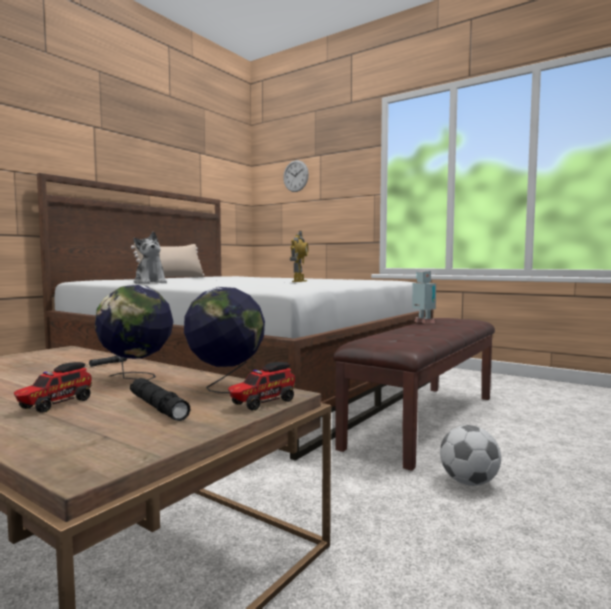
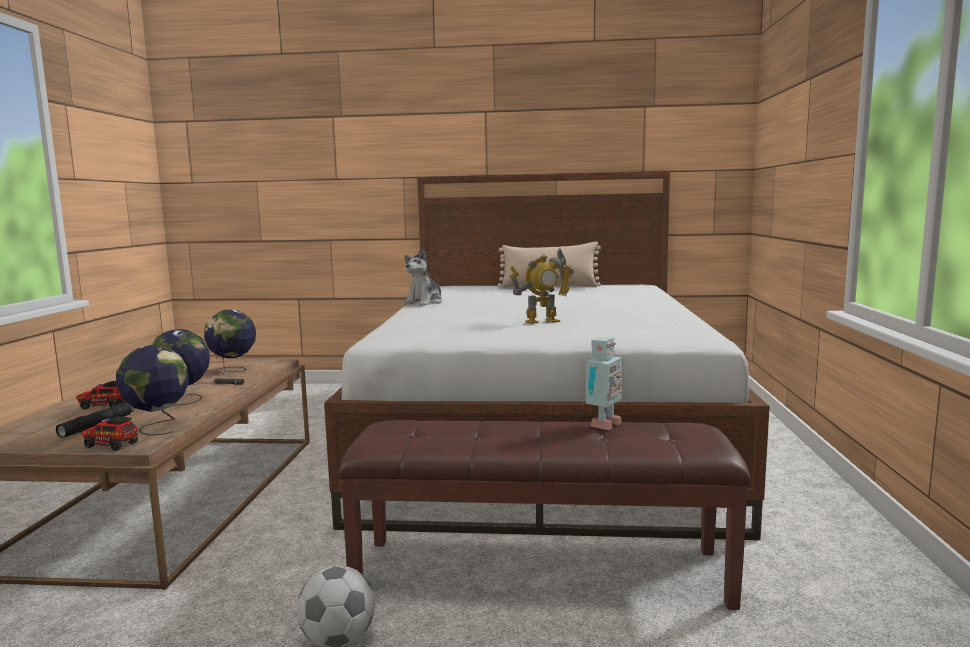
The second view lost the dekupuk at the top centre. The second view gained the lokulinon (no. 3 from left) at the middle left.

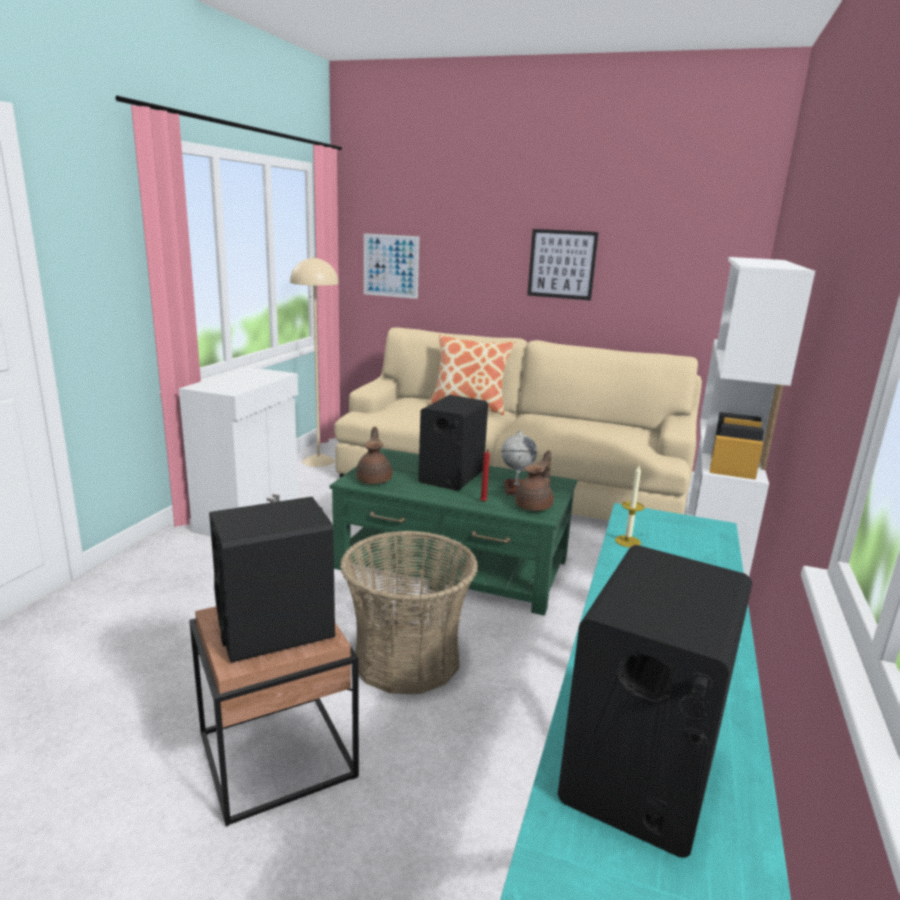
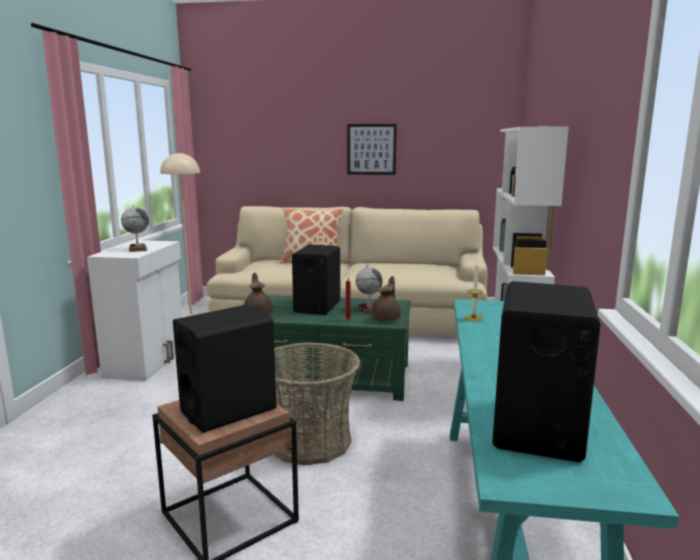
The second view lost the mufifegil (no. 1 from left) at the top centre. The second view gained the lokulinon (no. 1 from left) at the middle left.

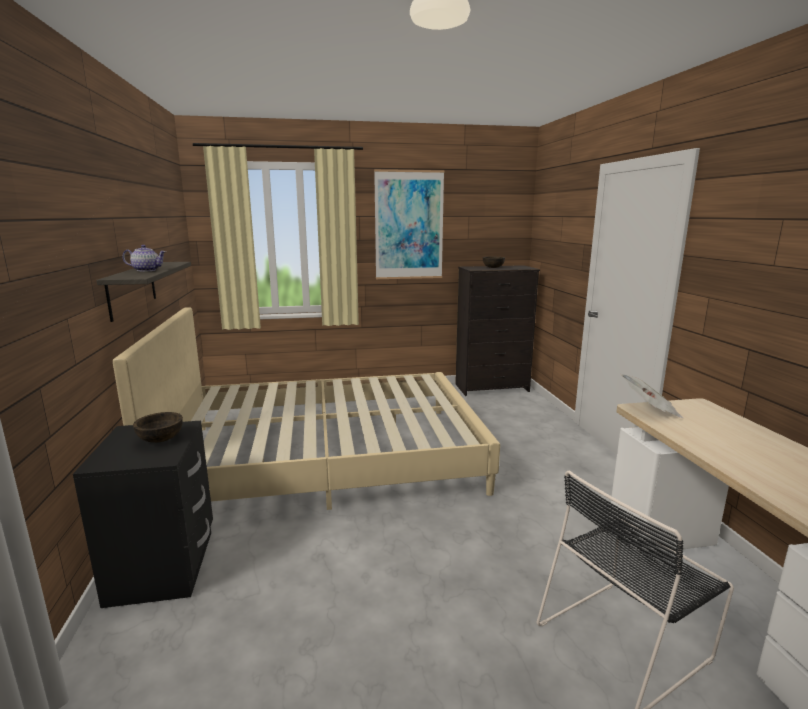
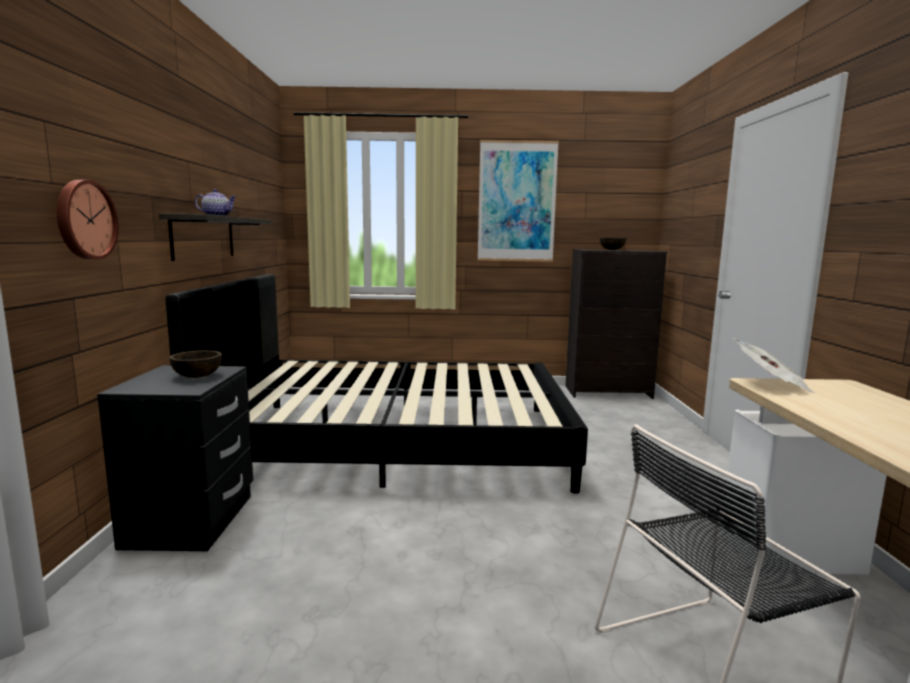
What was the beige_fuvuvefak at the centre turned into the black_fuvuvefak at the centre. The second view gained the dekupuk at the top left.

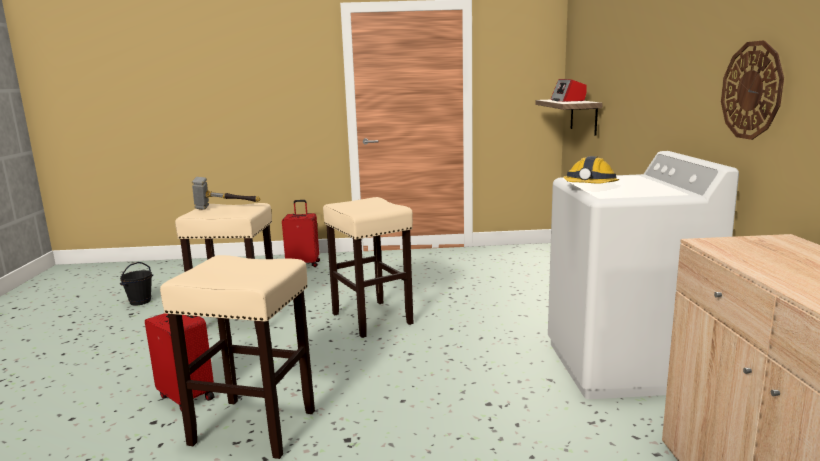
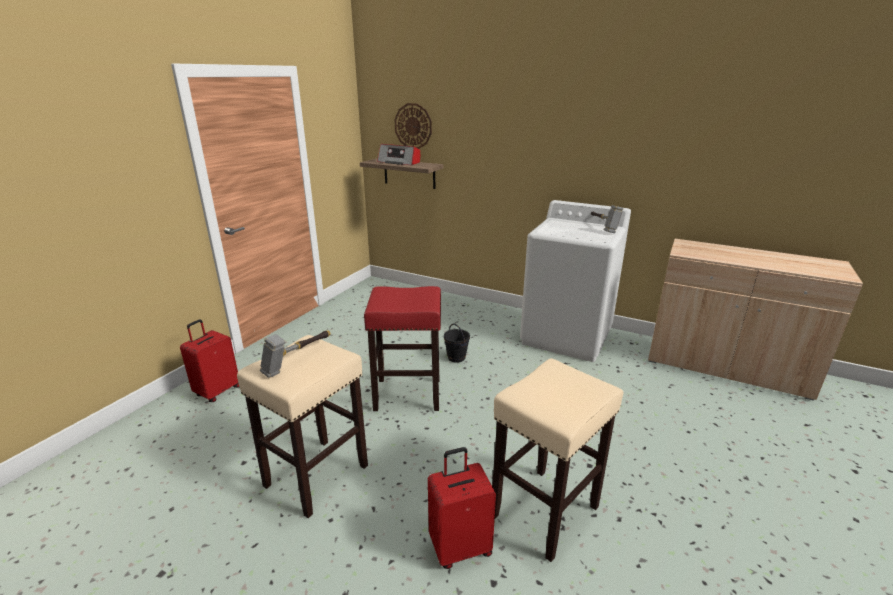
The dekupuk ended up elsewhere, having gone from the top right to the top centre. The second view lost the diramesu at the middle right. What was the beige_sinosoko (no. 3 from left) at the centre turned into the red_sinosoko at the centre. The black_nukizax ended up elsewhere, having gone from the middle left to the centre. The second view gained the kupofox (no. 2 from left) at the middle right.

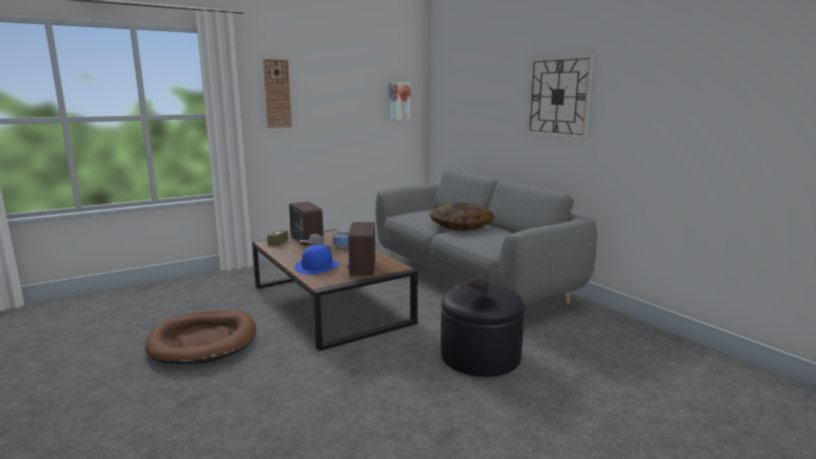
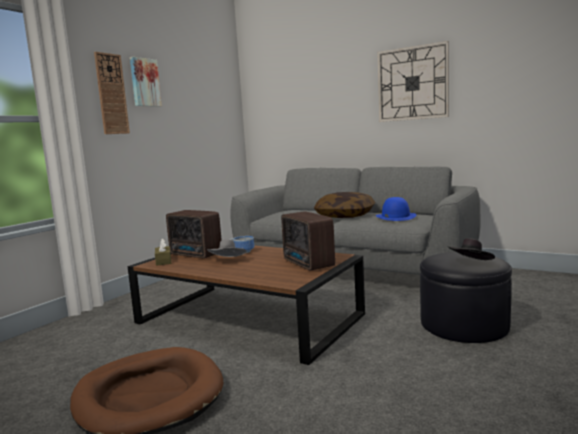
The mufifegil ended up elsewhere, having gone from the top centre to the top left. The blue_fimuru ended up elsewhere, having gone from the centre to the middle right.

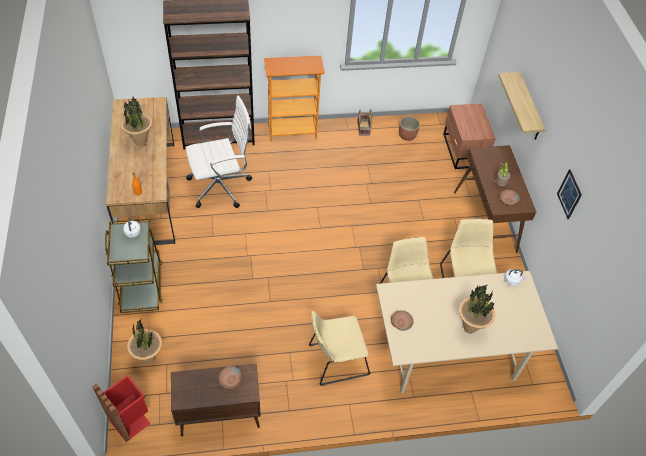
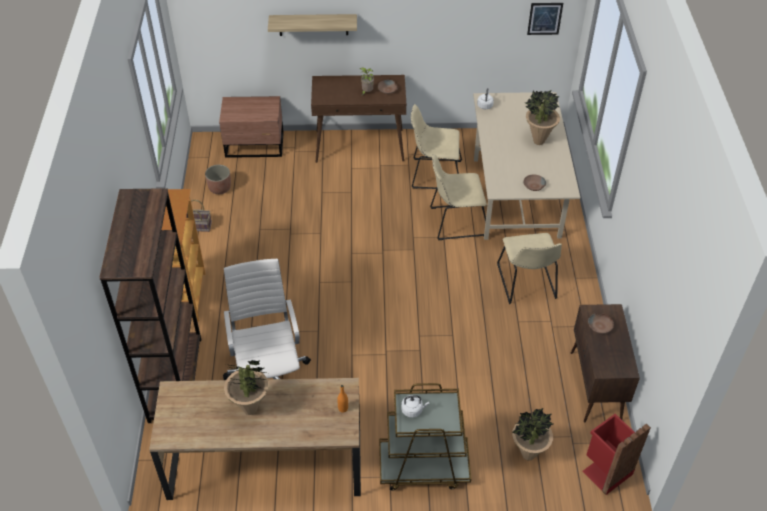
The mufifegil ended up elsewhere, having gone from the middle right to the top right.

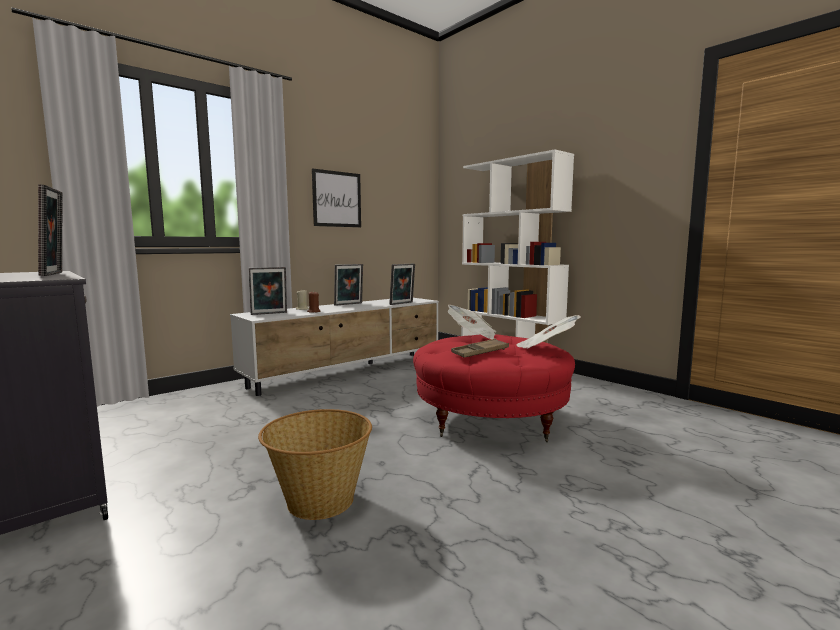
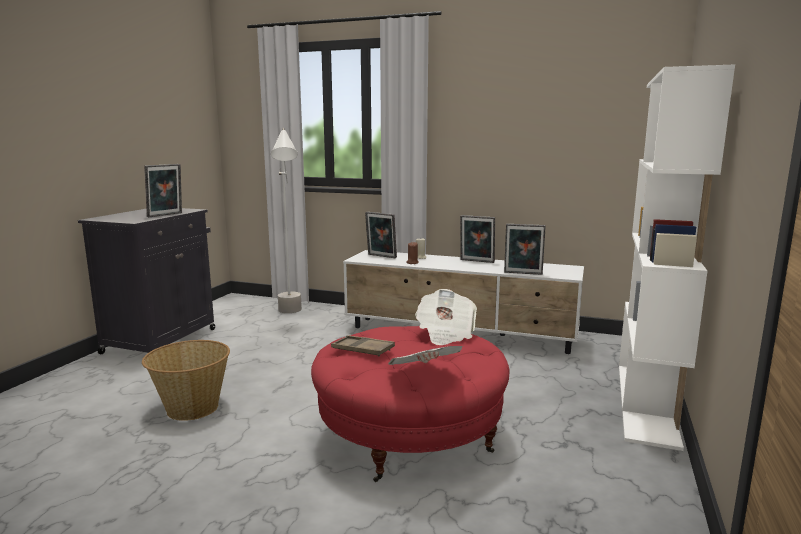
The second view lost the mufifegil at the top centre. The second view gained the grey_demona at the centre.

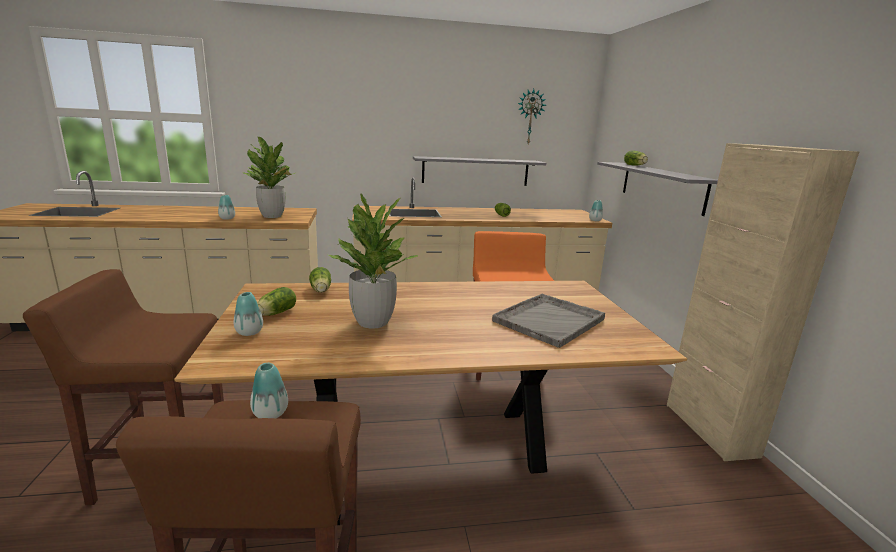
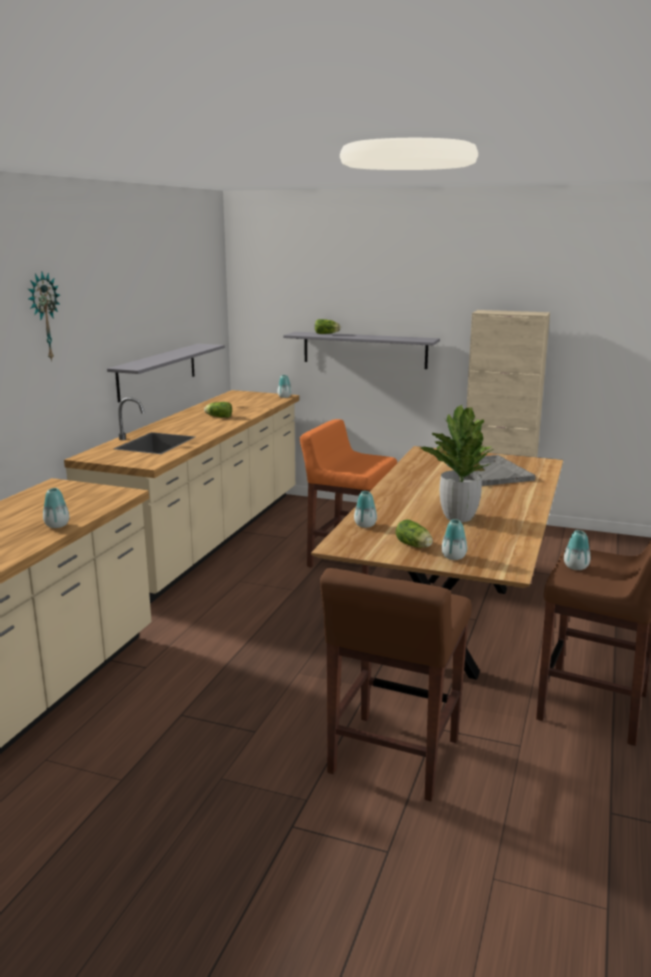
The dekupuk ended up elsewhere, having gone from the top centre to the top left. The second view lost the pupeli (no. 1 from left) at the top left. Where the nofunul (no. 2 from left) stood at the centre, the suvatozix (no. 3 from left) came to stand at the centre.

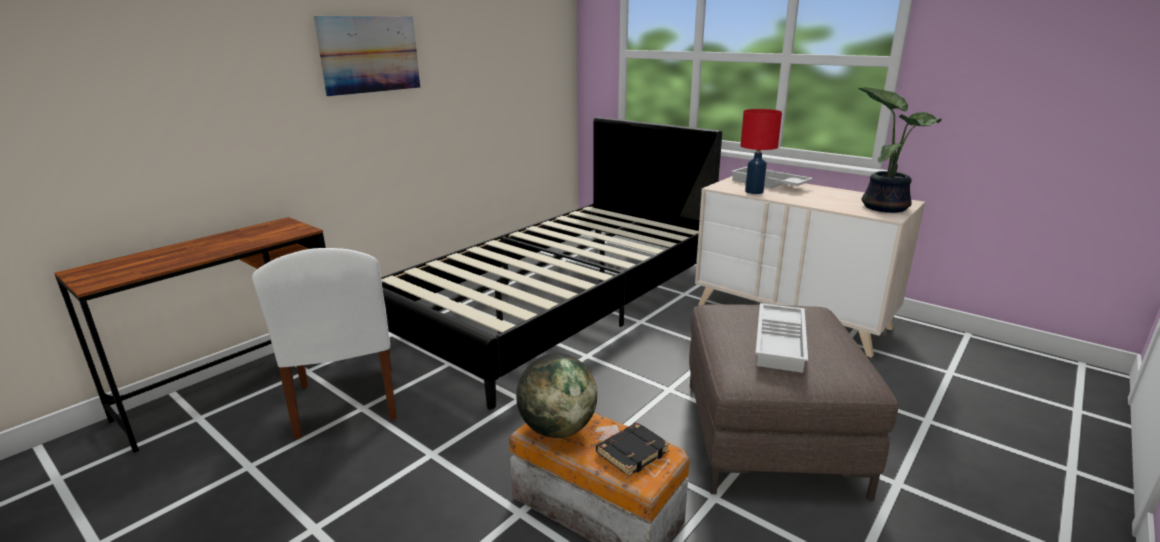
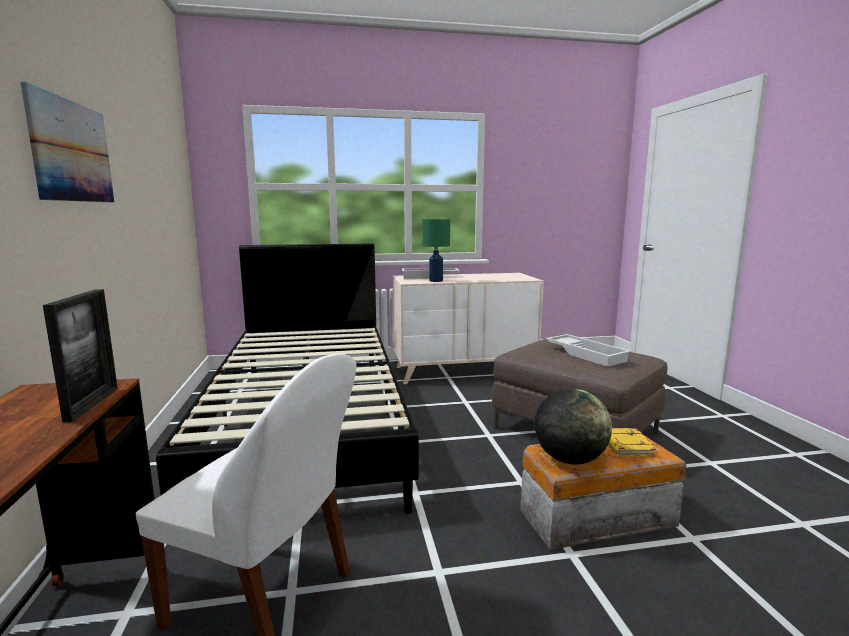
The second view lost the pupeli at the top right. What was the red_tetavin at the top centre turned into the green_tetavin at the centre. What was the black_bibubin at the bottom centre turned into the yellow_bibubin at the bottom right. The second view gained the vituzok at the middle left.

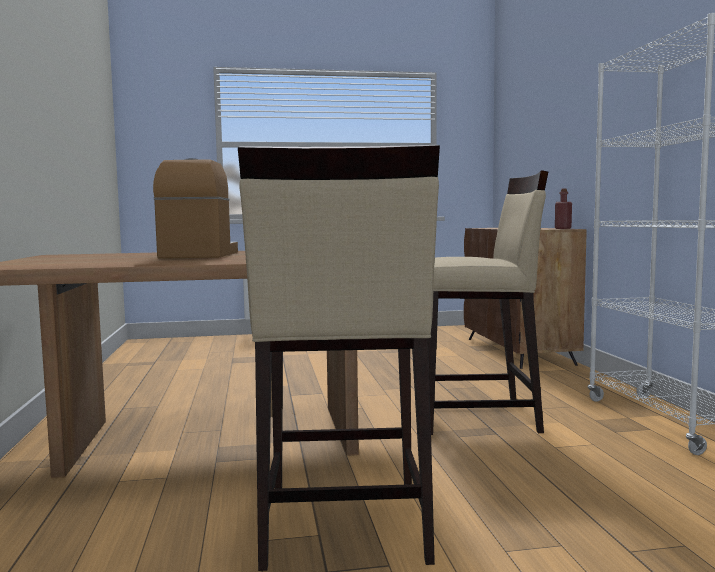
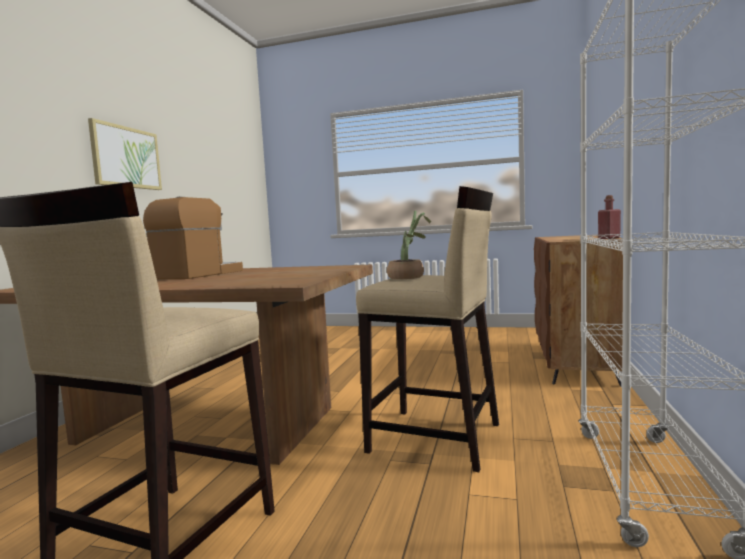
The second view gained the mufifegil at the top left. The second view gained the pupeli at the centre.

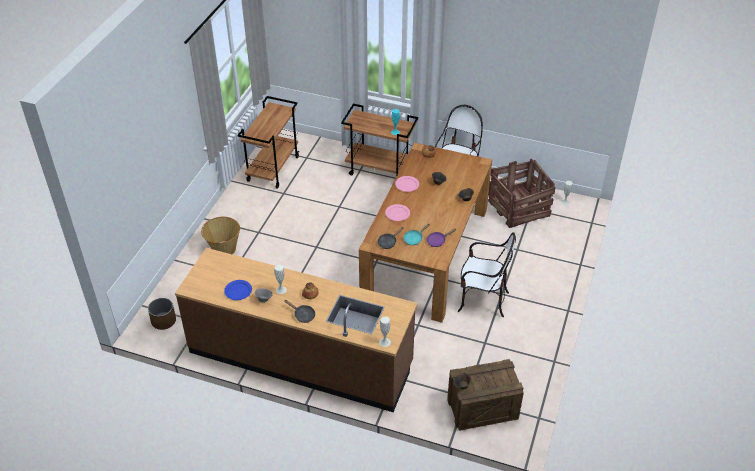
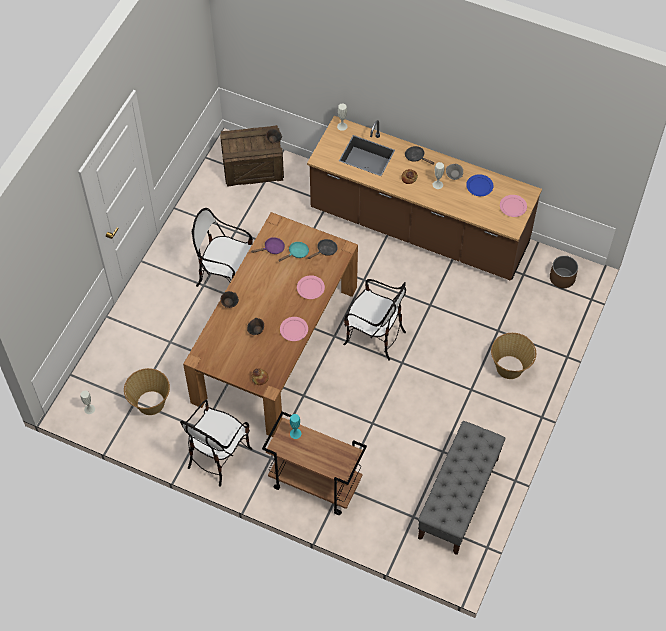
Where the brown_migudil (no. 1 from left) stood at the top centre, the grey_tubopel came to stand at the bottom right. Where the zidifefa (no. 2 from left) stood at the middle right, the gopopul (no. 1 from left) came to stand at the middle left. The second view gained the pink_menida (no. 3 from left) at the top right. The second view gained the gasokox (no. 3 from left) at the centre.

